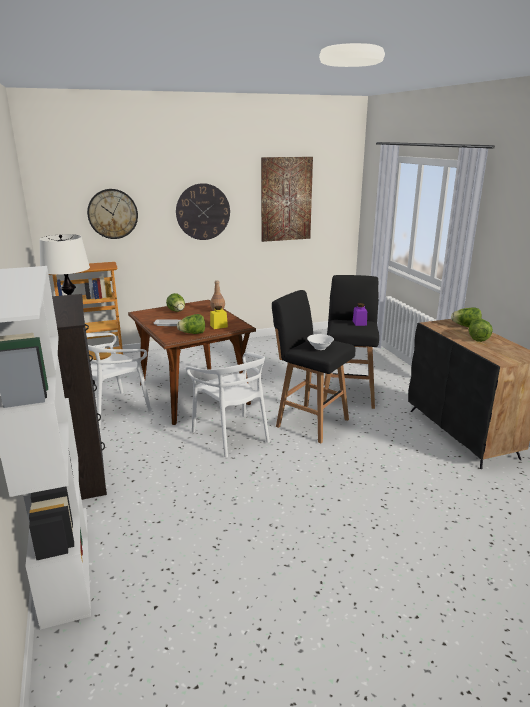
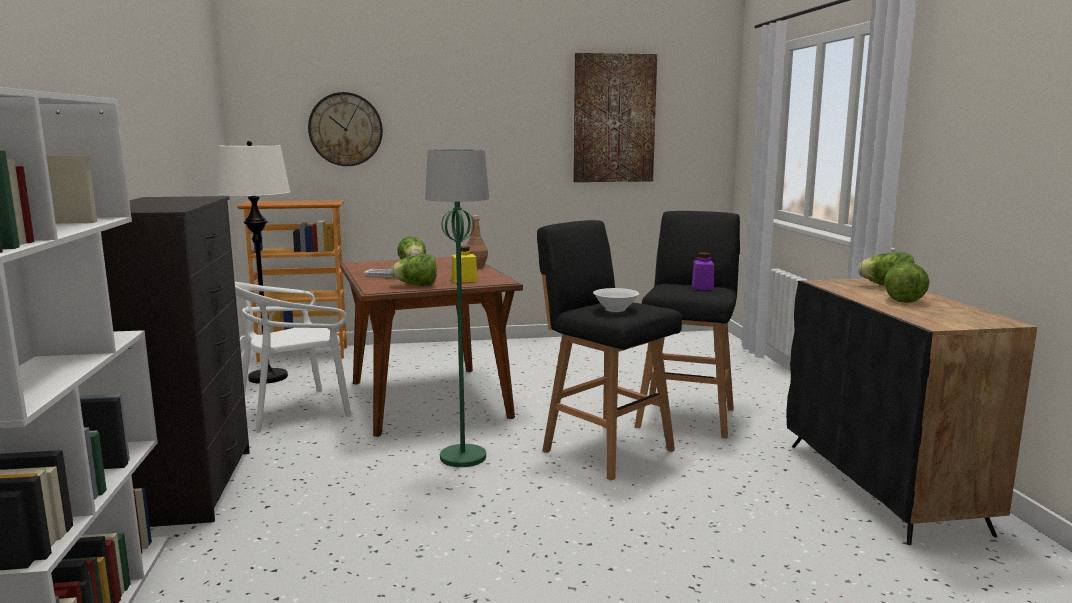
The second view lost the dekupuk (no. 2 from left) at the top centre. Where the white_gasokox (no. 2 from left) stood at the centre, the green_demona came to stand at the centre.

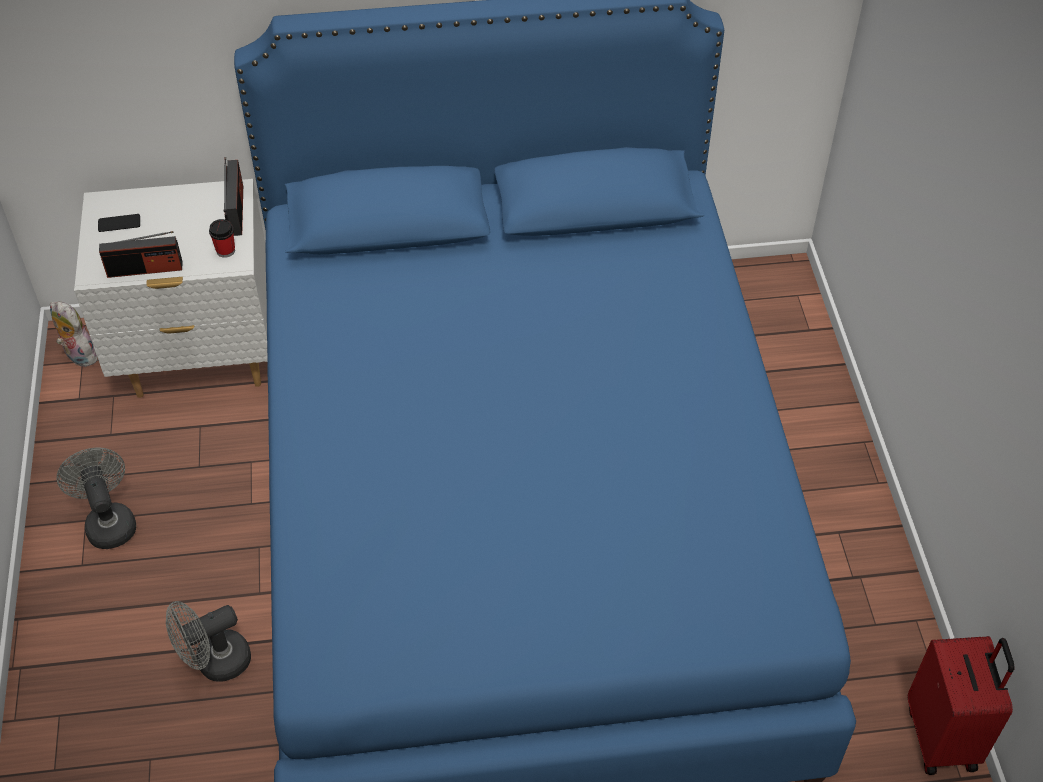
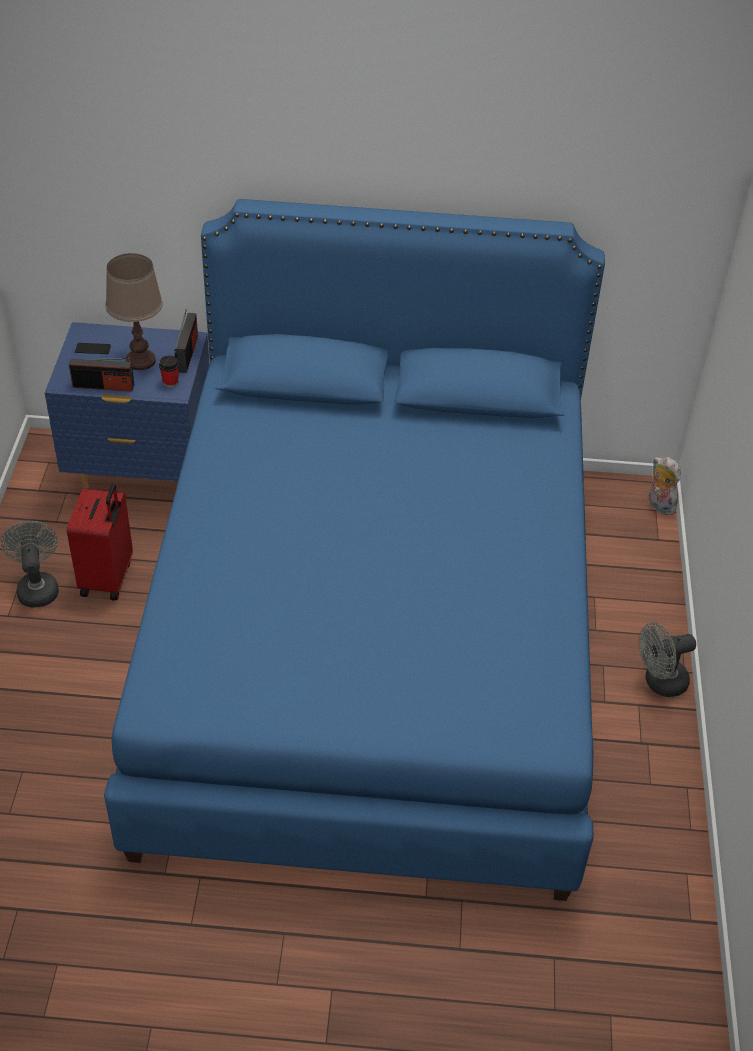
What was the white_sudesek at the middle left turned into the blue_sudesek at the middle left. The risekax ended up elsewhere, having gone from the middle left to the middle right. The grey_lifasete (no. 2 from left) ended up elsewhere, having gone from the bottom left to the middle right. The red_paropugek ended up elsewhere, having gone from the bottom right to the middle left. The second view gained the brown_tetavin at the top left.

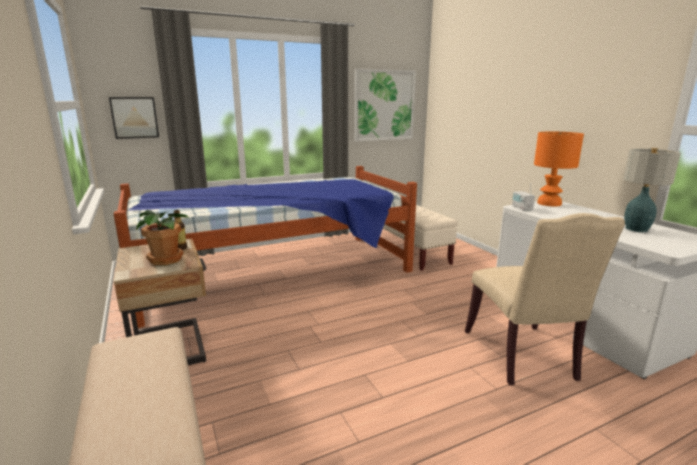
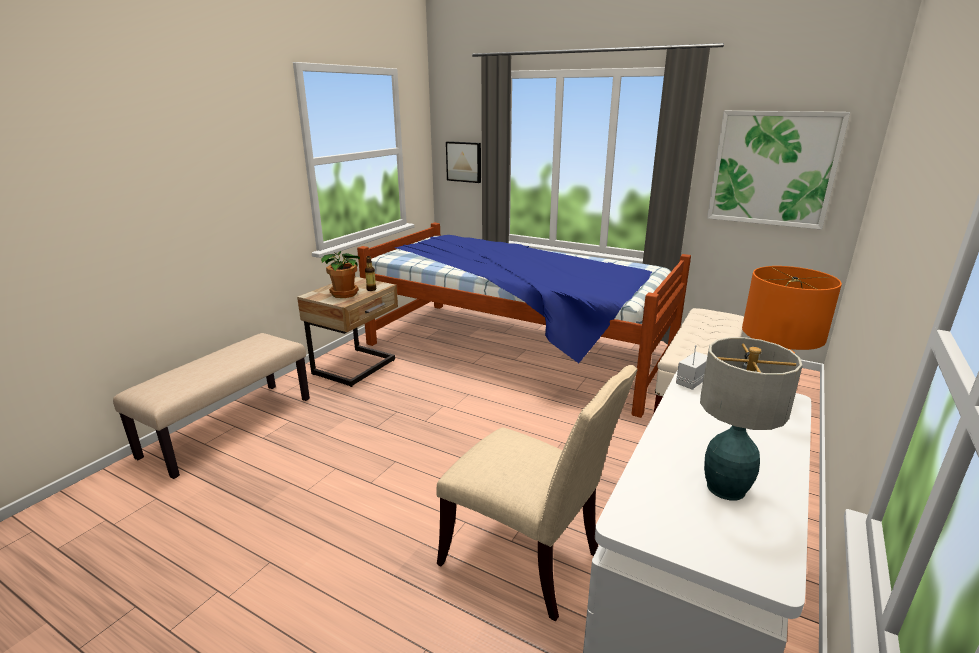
The beige_gasokox at the middle right ended up facing another way, 105 degrees counterclockwise from before.

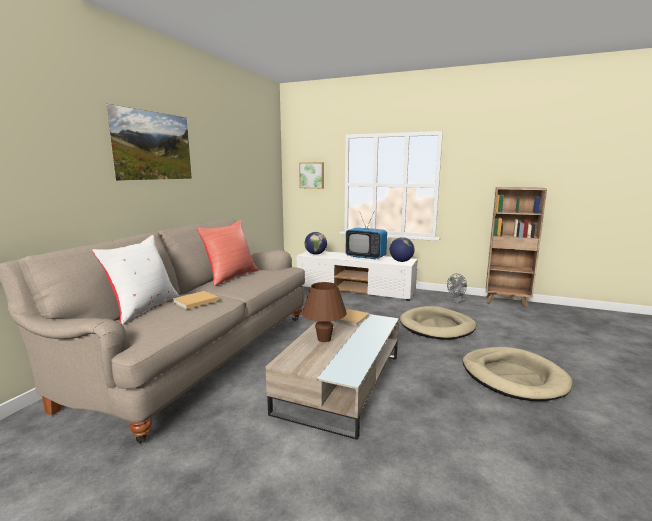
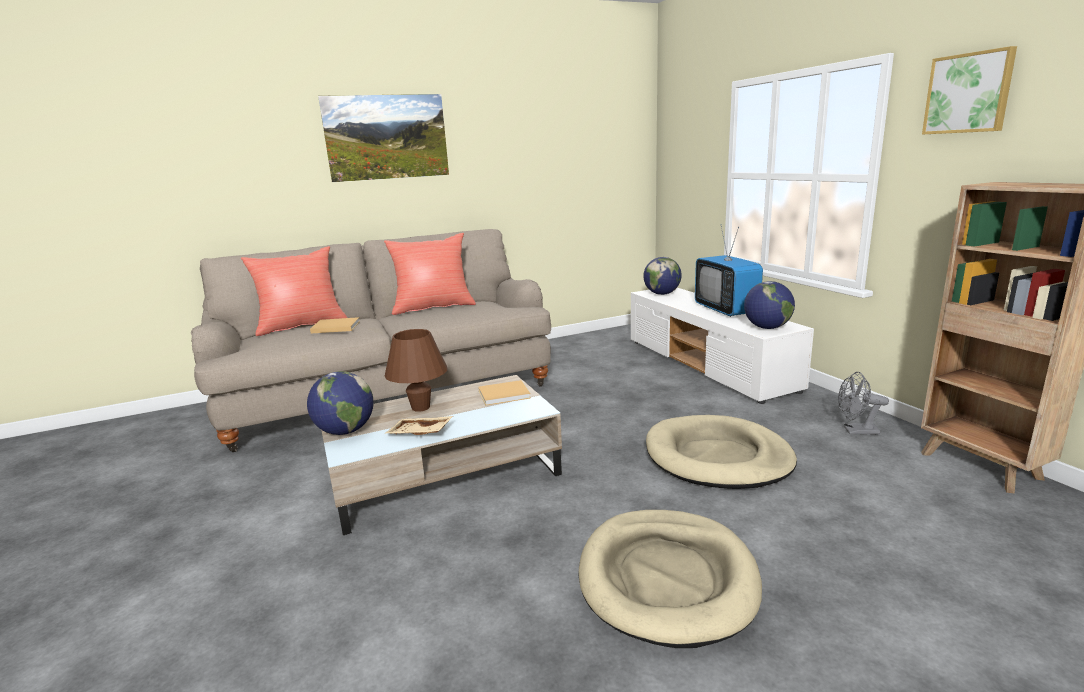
The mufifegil (no. 2 from left) ended up elsewhere, having gone from the centre to the top right. What was the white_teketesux at the middle left turned into the red_teketesux (no. 1 from left) at the middle left. The second view gained the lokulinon (no. 1 from left) at the middle left. The second view gained the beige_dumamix at the centre.

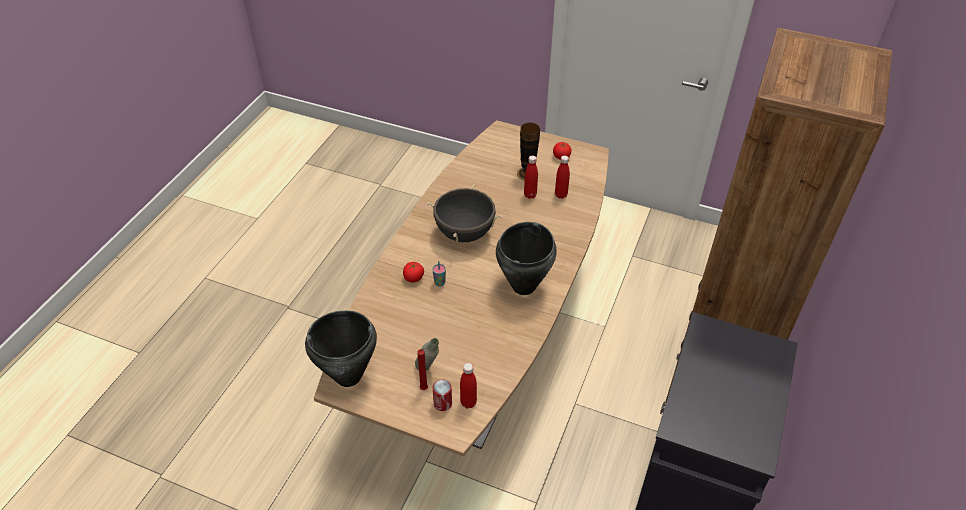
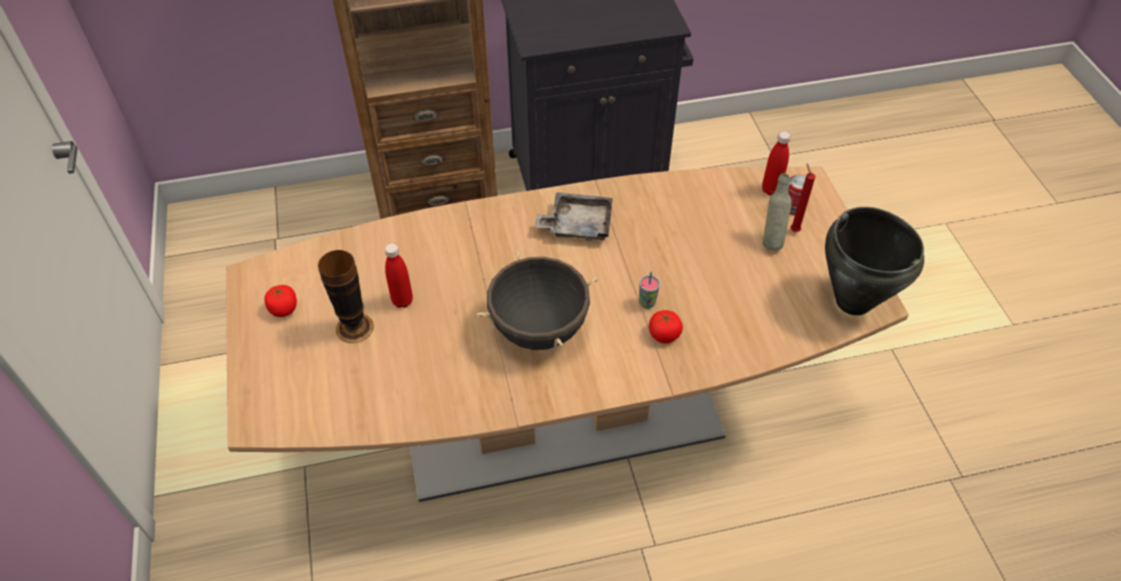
The second view lost the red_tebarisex (no. 3 from left) at the centre. Where the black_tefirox (no. 3 from left) stood at the centre, the grey_dumamix came to stand at the centre.

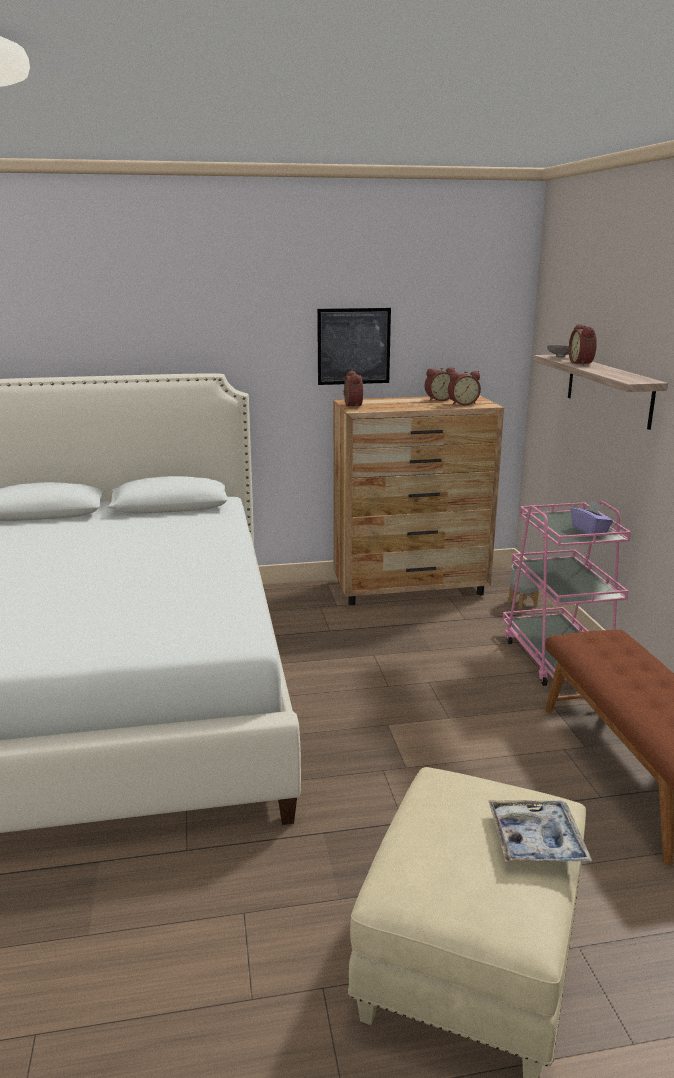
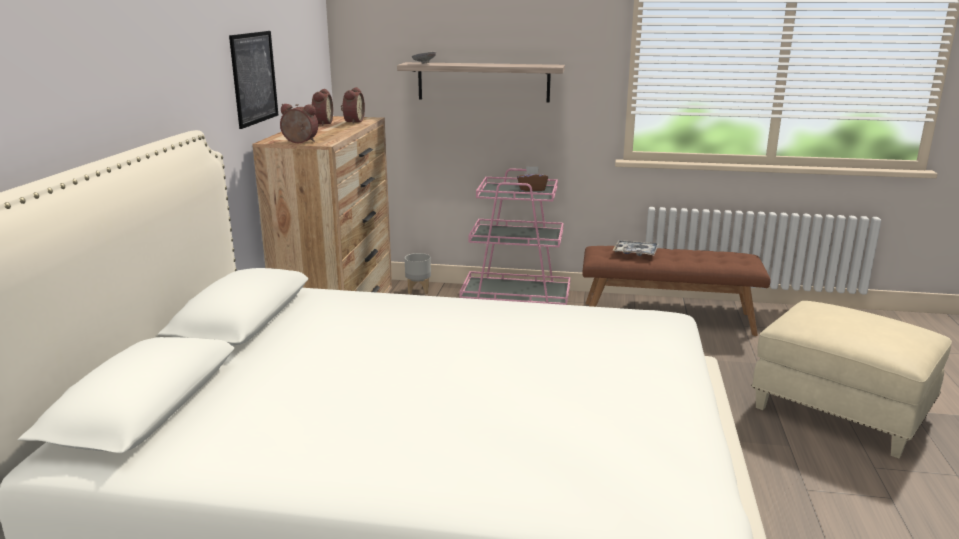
The second view lost the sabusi (no. 4 from left) at the top right. What was the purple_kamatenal at the middle right turned into the brown_kamatenal at the top centre. The dumamix ended up elsewhere, having gone from the bottom right to the centre.

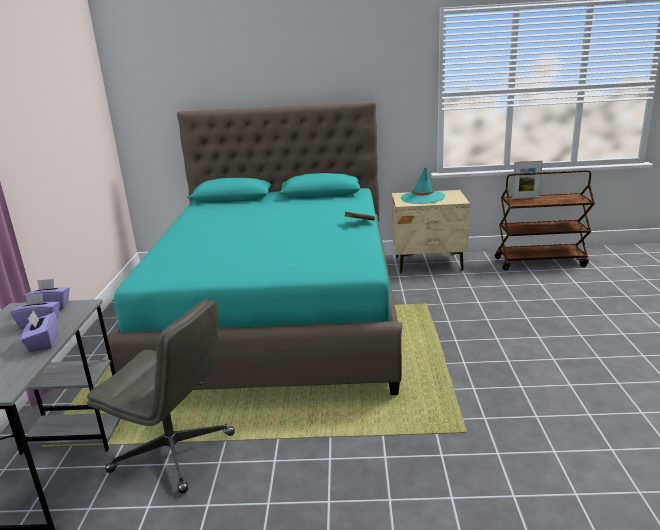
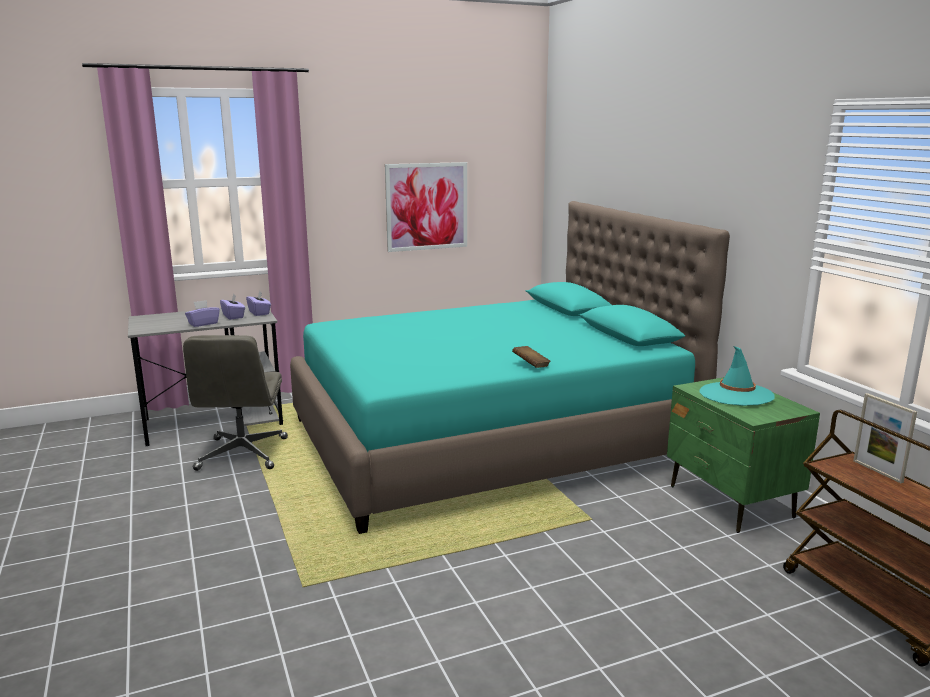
What was the beige_sudesek at the centre turned into the green_sudesek at the middle right. The second view gained the mufifegil at the top centre.

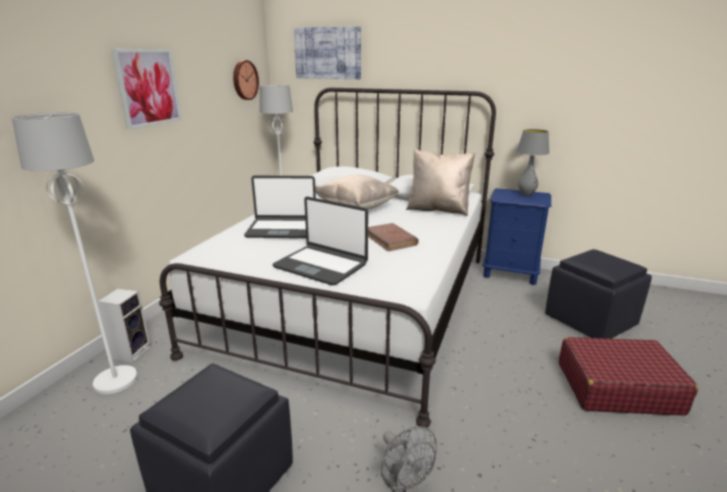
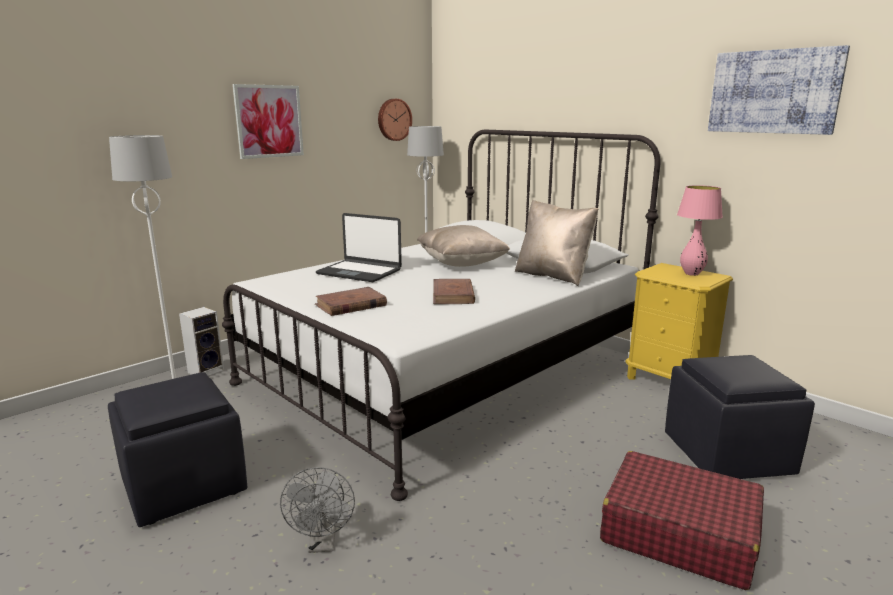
The mufifegil (no. 2 from left) ended up elsewhere, having gone from the top centre to the top right. What was the grey_tetavin at the top right turned into the pink_tetavin at the middle right. What was the blue_sudesek at the middle right turned into the yellow_sudesek at the middle right. Where the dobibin (no. 2 from left) stood at the centre, the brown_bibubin (no. 1 from left) came to stand at the centre.

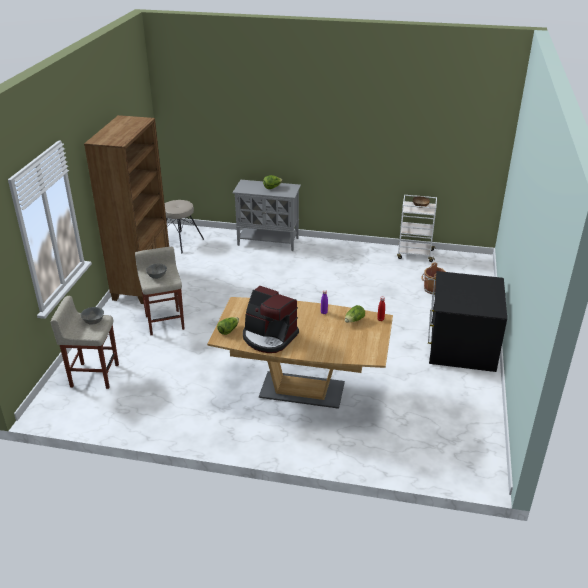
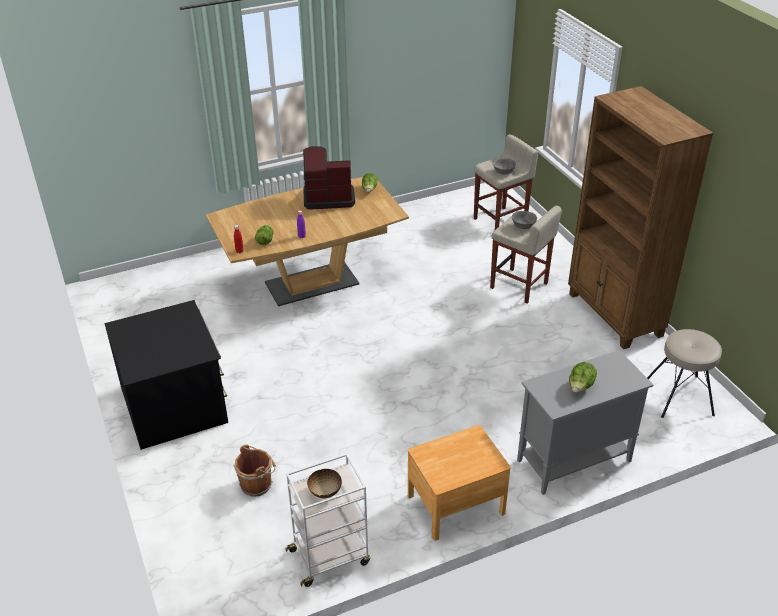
The second view gained the brown_sudesek at the bottom centre.

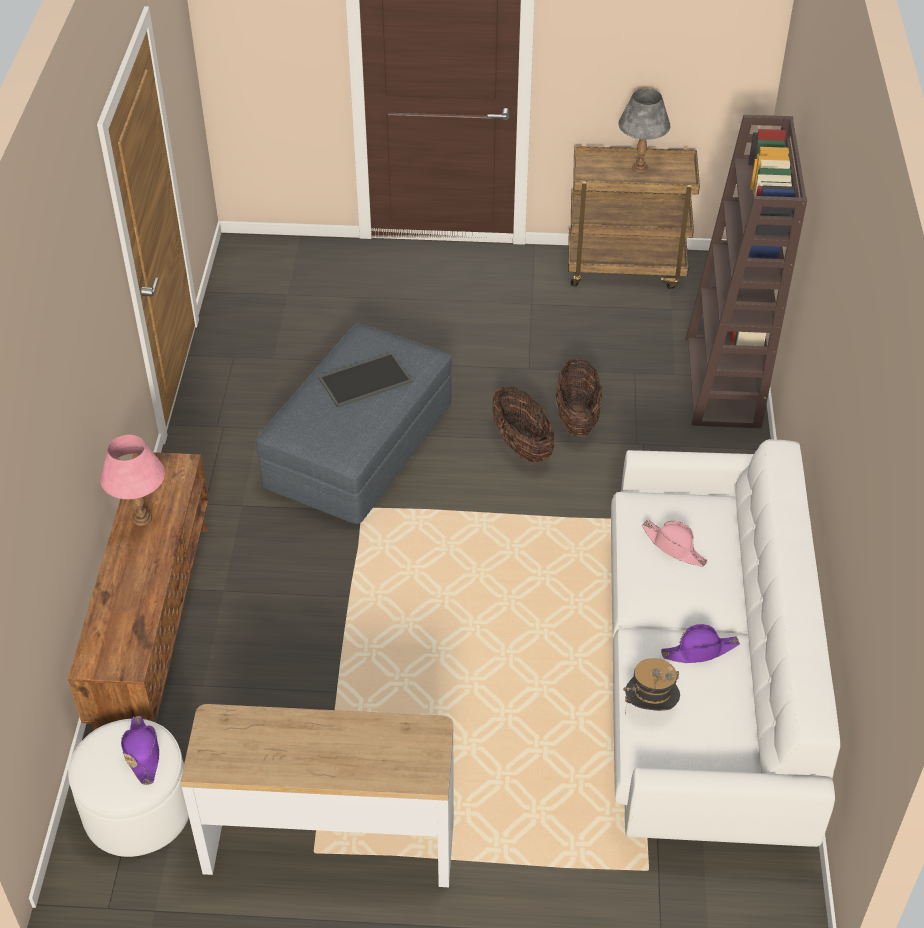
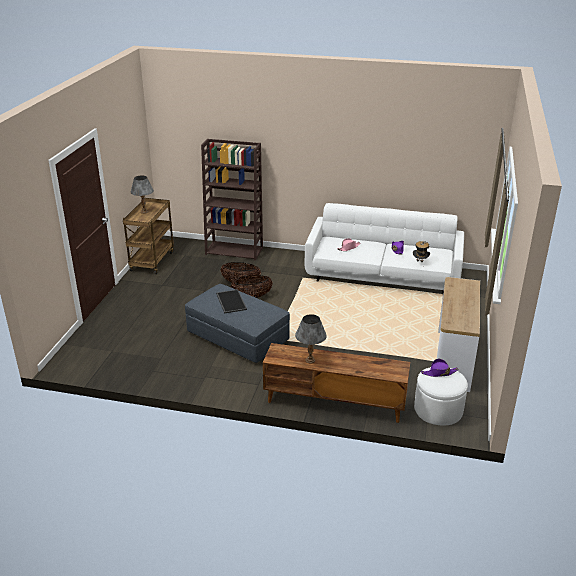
What was the pink_tetavin at the middle left turned into the grey_tetavin (no. 2 from left) at the centre.

